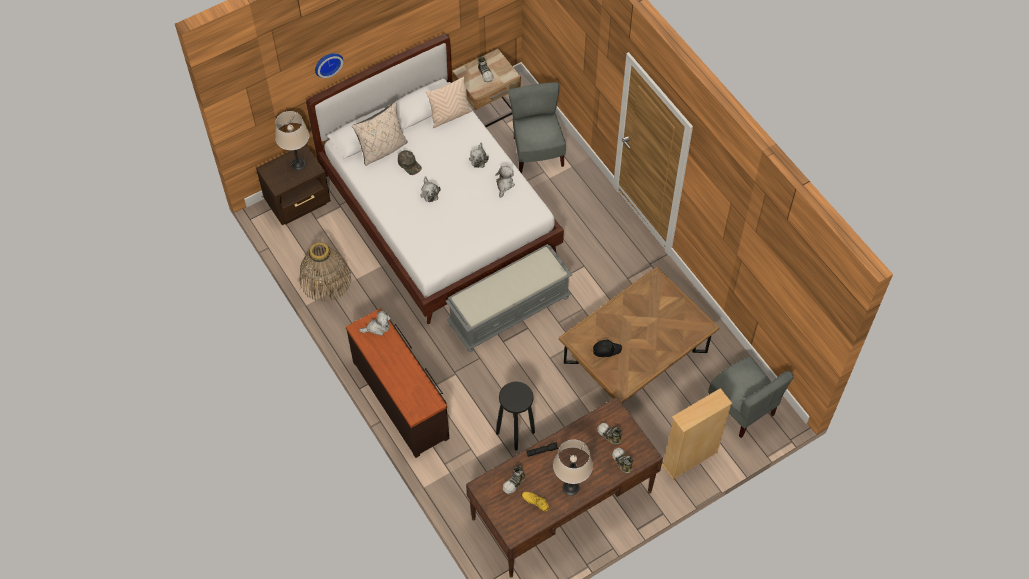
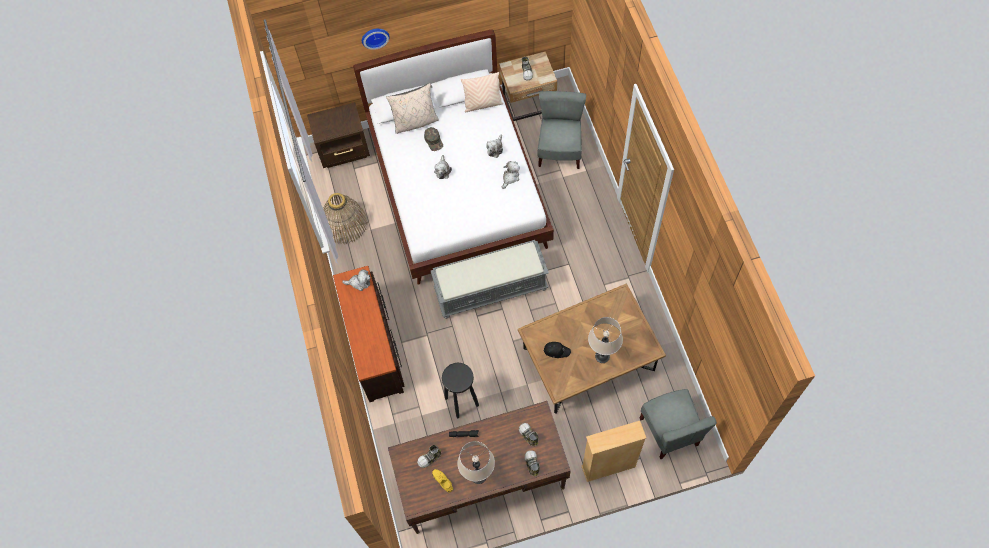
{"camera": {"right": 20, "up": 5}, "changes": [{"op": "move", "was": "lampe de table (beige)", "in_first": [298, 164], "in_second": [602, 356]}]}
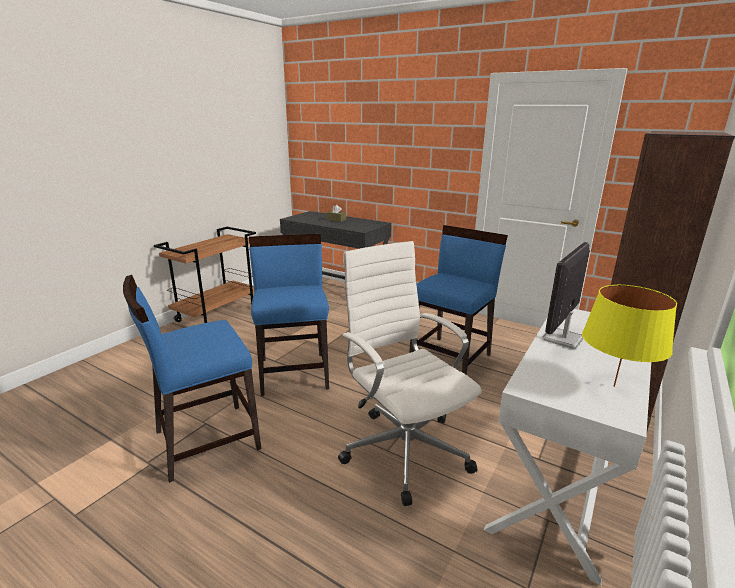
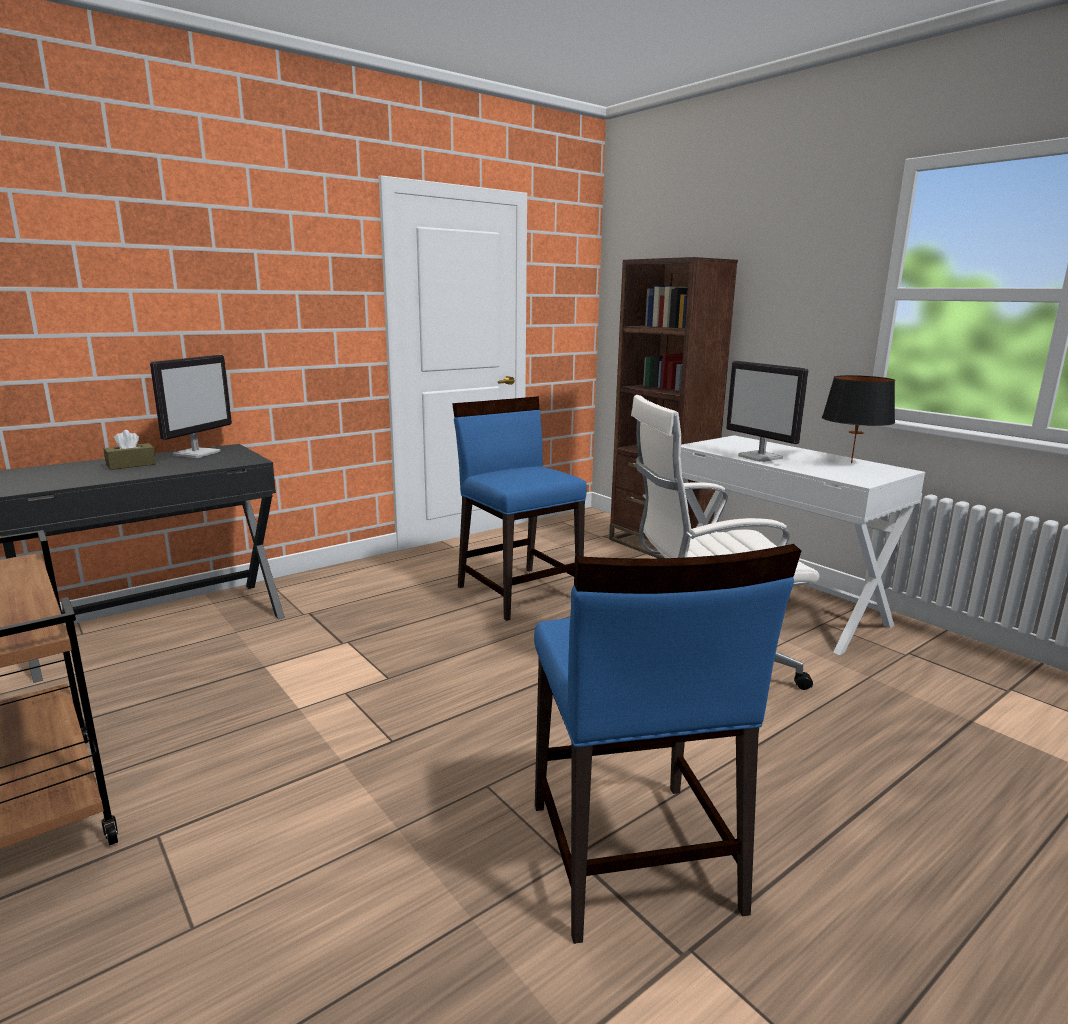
{"camera": {"right": -70, "up": -5}, "changes": [{"op": "delete", "was": "chaise (bleu)", "in_first": [294, 373]}, {"op": "recolor", "was": "lampe de table (jaune)", "now": "lampe de table (noir)", "in_first": [613, 386], "in_second": [851, 463]}, {"op": "insert", "now": "écran d'ordinateur", "in_second": [197, 453]}]}
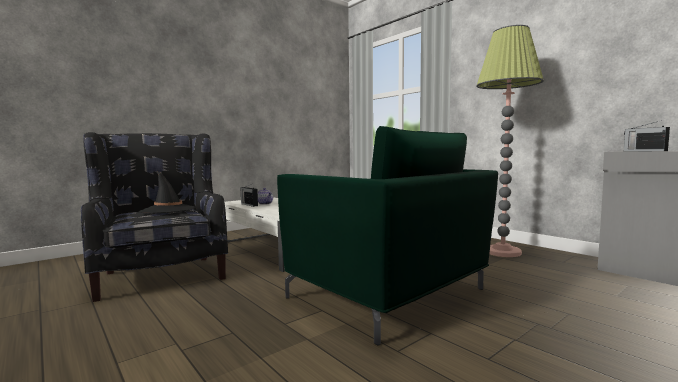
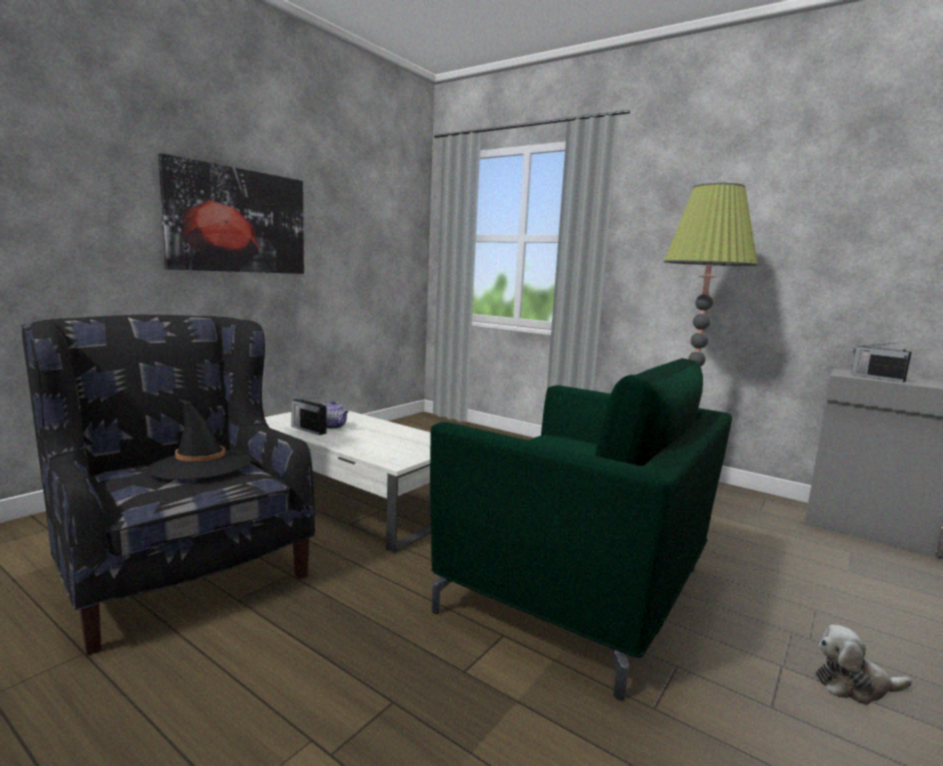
{"camera": {"right": -15, "up": 5}, "changes": [{"op": "insert", "now": "tableau", "in_second": [238, 221]}, {"op": "insert", "now": "peluche", "in_second": [854, 685]}]}
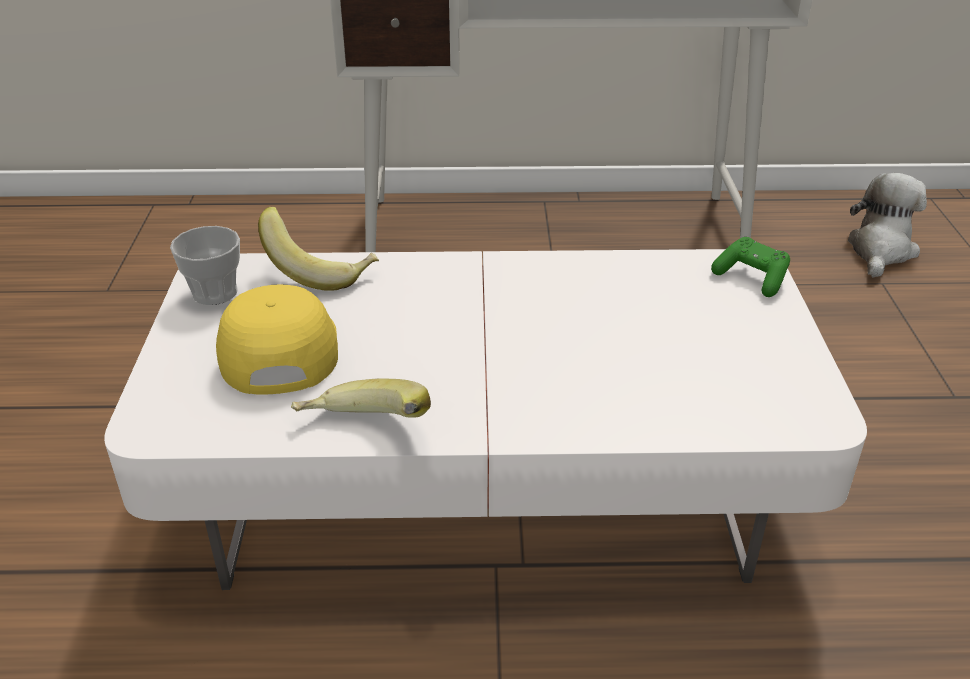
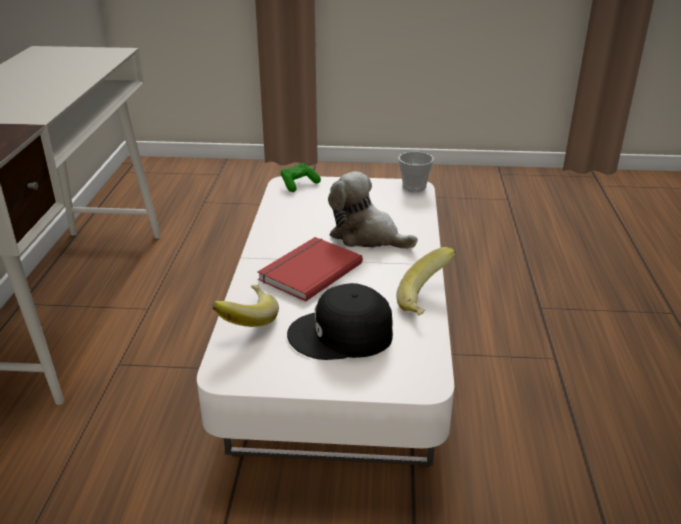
{"camera": {"right": -85, "up": -5}, "changes": [{"op": "move", "was": "tasse", "in_first": [215, 292], "in_second": [414, 186]}, {"op": "recolor", "was": "casquette (jaune)", "now": "casquette (noir)", "in_first": [277, 349], "in_second": [342, 335]}, {"op": "move", "was": "peluche", "in_first": [880, 250], "in_second": [367, 236]}, {"op": "insert", "now": "livre (rouge)", "in_second": [308, 271]}]}
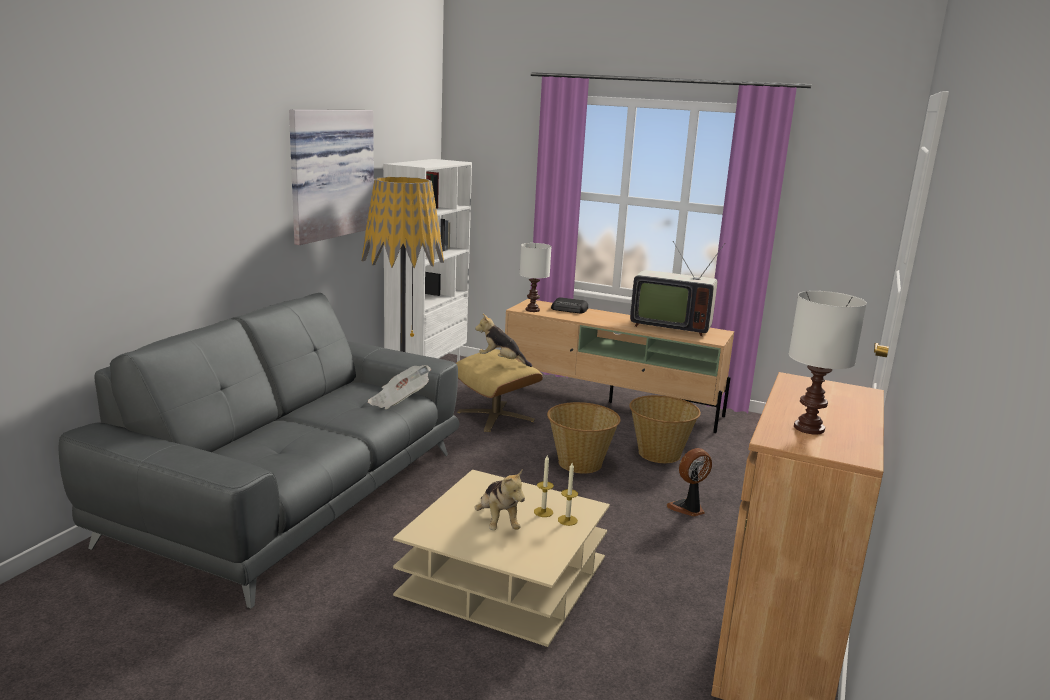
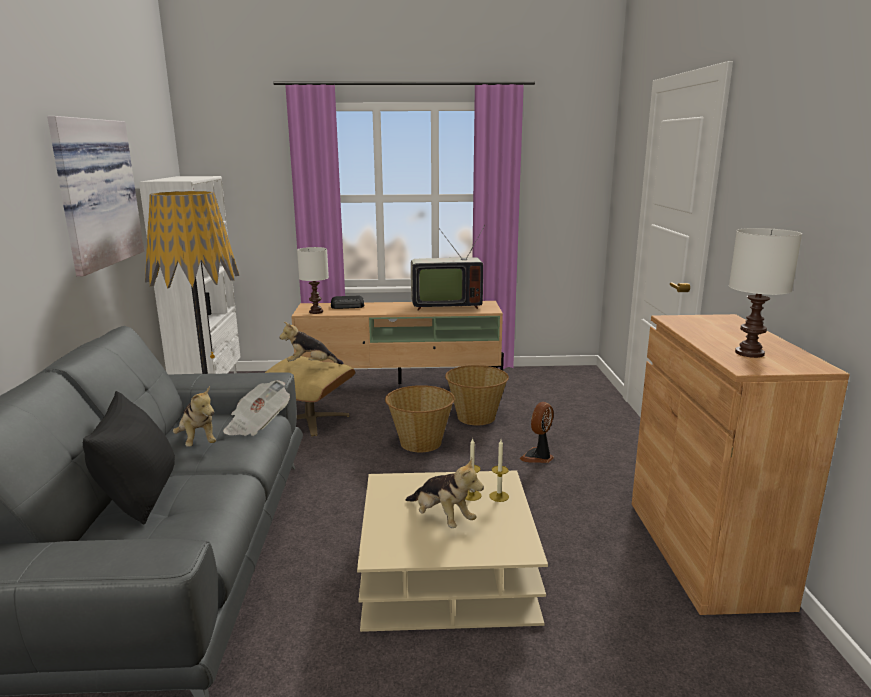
{"camera": {"right": -25, "up": 0}, "changes": [{"op": "insert", "now": "coussin (noir)", "in_second": [139, 497]}, {"op": "insert", "now": "peluche", "in_second": [198, 441]}]}
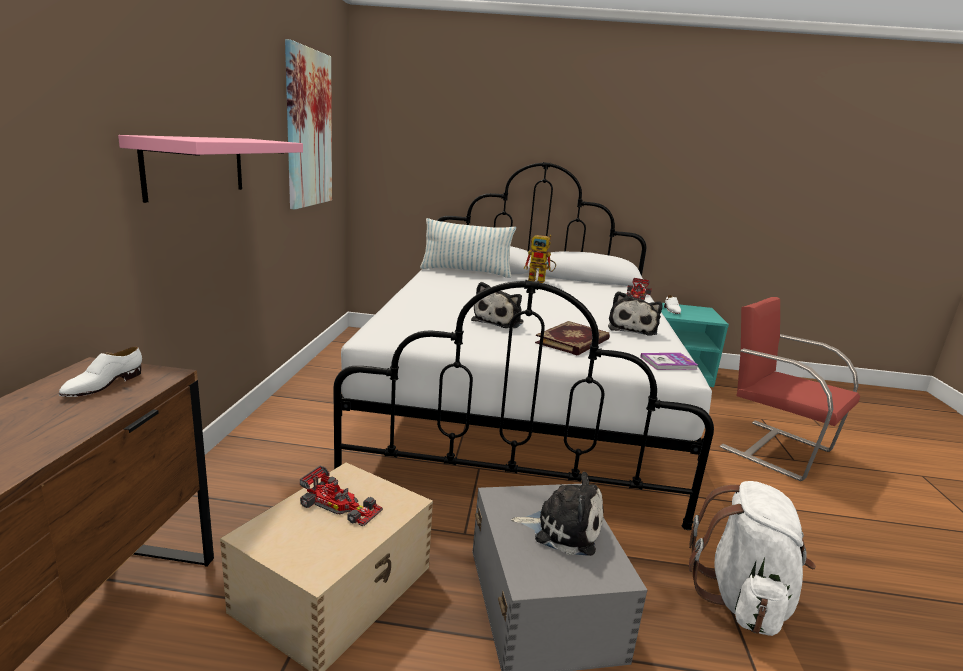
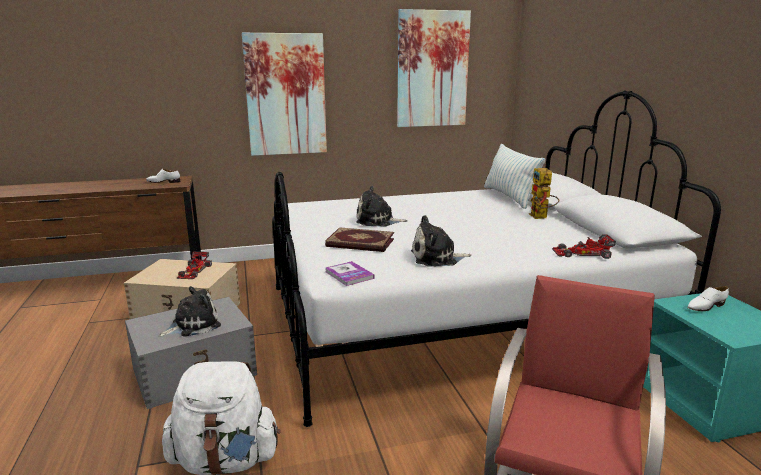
{"camera": {"right": 70, "up": 0}, "changes": [{"op": "replace", "was": "étagère (rose)", "now": "tableau", "in_first": [196, 166], "in_second": [286, 95]}, {"op": "rotate", "was": "peluche", "in_first": [563, 529], "in_second": [193, 325], "clockwise": -120}]}
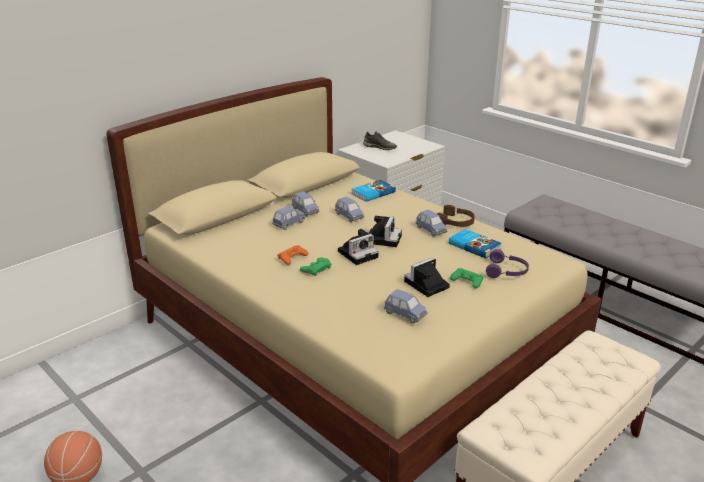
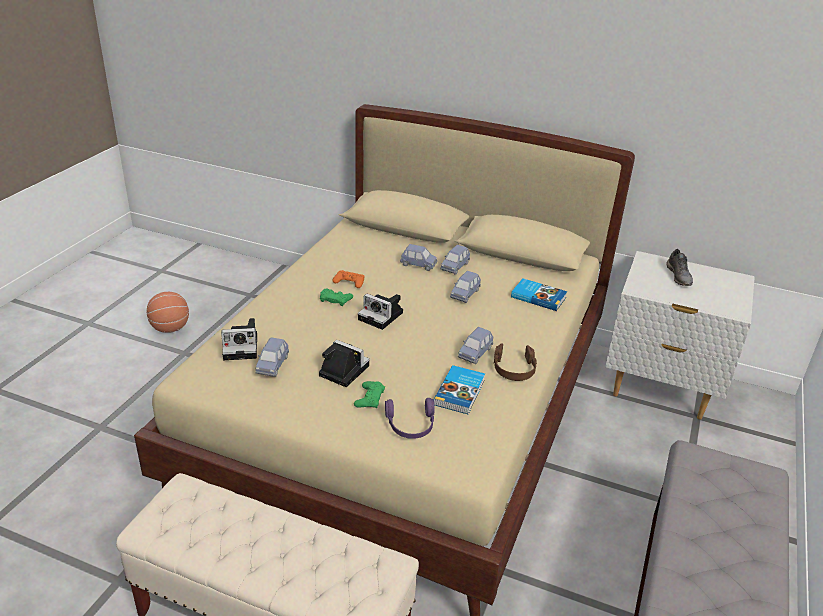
{"camera": {"right": 65, "up": 5}, "changes": [{"op": "move", "was": "appareil photo", "in_first": [383, 238], "in_second": [242, 347]}]}
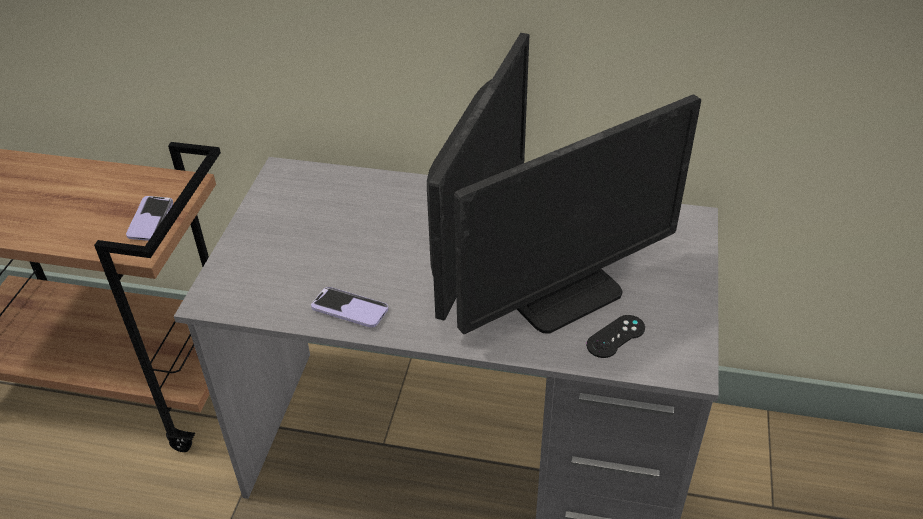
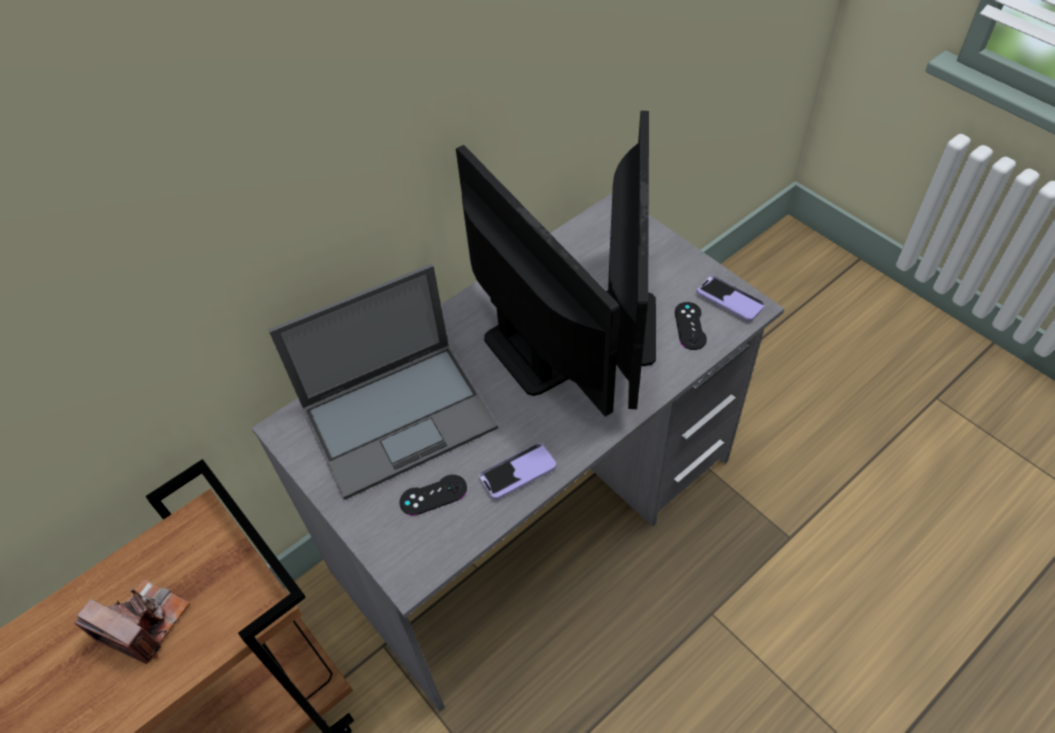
{"camera": {"right": -50, "up": 10}, "changes": [{"op": "move", "was": "téléphone", "in_first": [150, 220], "in_second": [730, 300]}, {"op": "insert", "now": "appareil photo", "in_second": [144, 623]}, {"op": "insert", "now": "ordinateur portable", "in_second": [400, 416]}, {"op": "insert", "now": "manette (noir)", "in_second": [433, 495]}]}
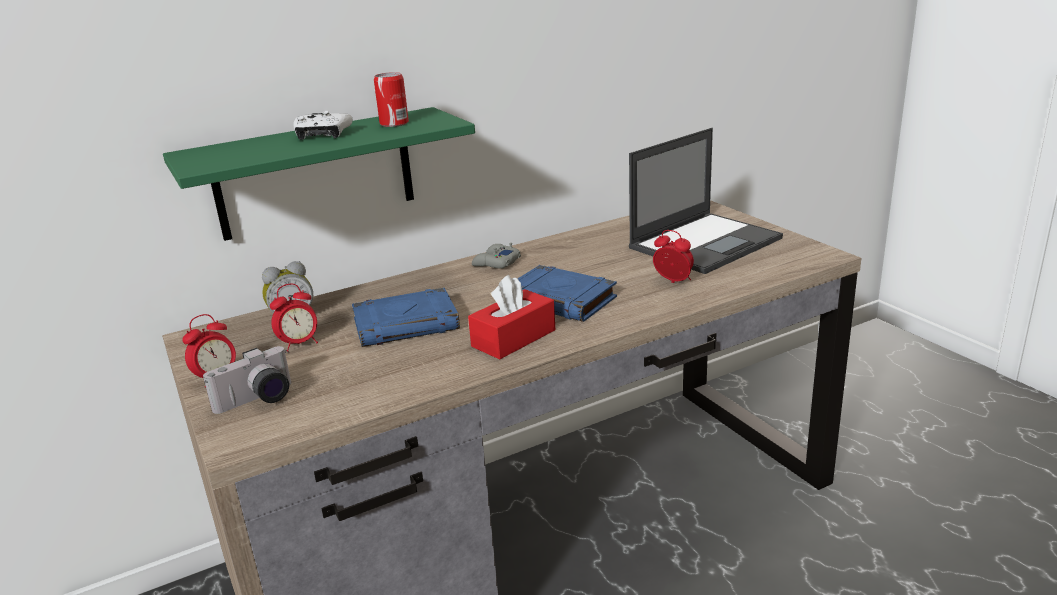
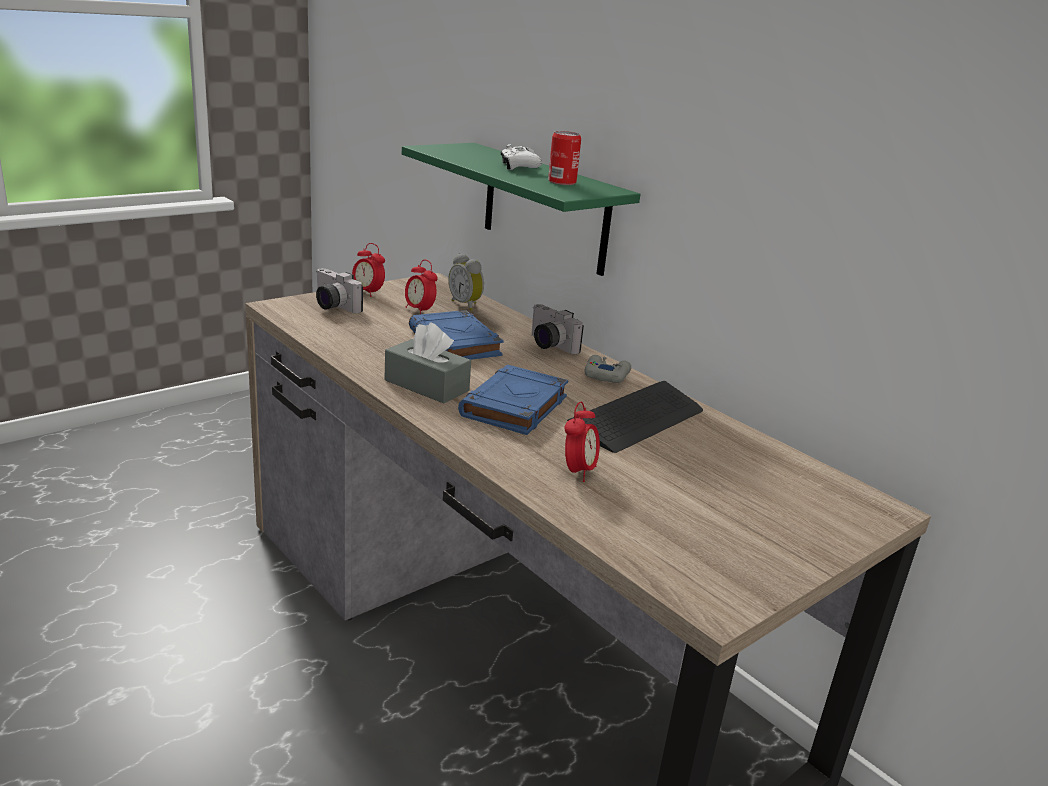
{"camera": {"right": 75, "up": 0}, "changes": [{"op": "recolor", "was": "boîte à mouchoirs (rouge)", "now": "boîte à mouchoirs (gris)", "in_first": [513, 338], "in_second": [426, 385]}, {"op": "delete", "was": "ordinateur portable", "in_first": [706, 242]}, {"op": "insert", "now": "appareil photo", "in_second": [548, 345]}, {"op": "insert", "now": "clavier", "in_second": [637, 419]}]}
